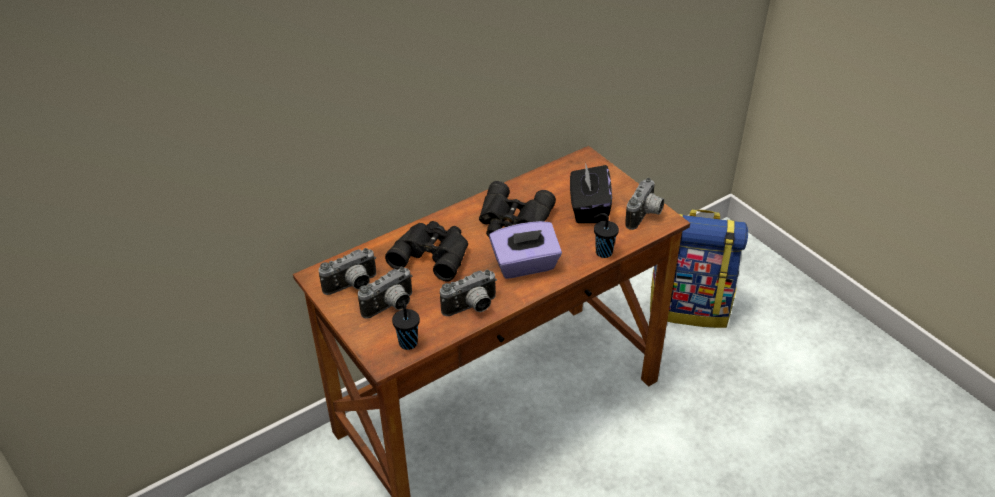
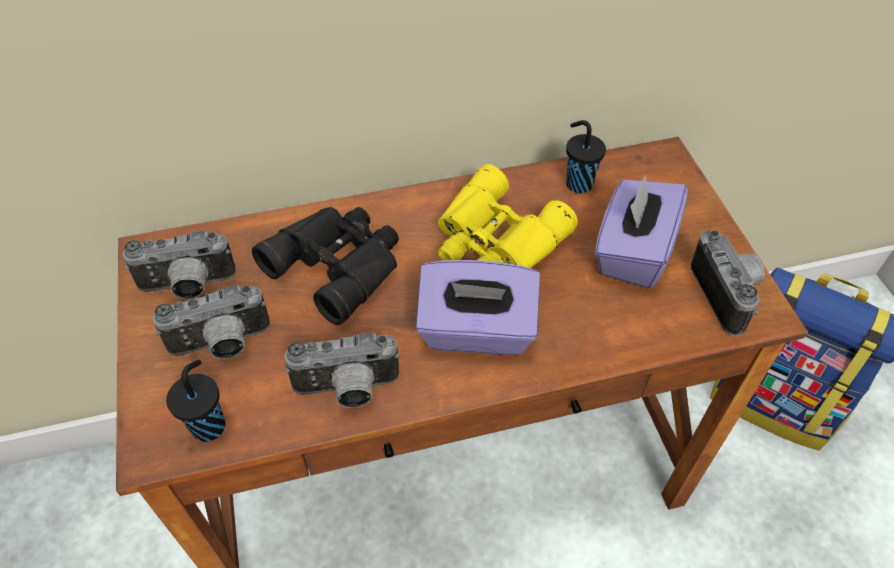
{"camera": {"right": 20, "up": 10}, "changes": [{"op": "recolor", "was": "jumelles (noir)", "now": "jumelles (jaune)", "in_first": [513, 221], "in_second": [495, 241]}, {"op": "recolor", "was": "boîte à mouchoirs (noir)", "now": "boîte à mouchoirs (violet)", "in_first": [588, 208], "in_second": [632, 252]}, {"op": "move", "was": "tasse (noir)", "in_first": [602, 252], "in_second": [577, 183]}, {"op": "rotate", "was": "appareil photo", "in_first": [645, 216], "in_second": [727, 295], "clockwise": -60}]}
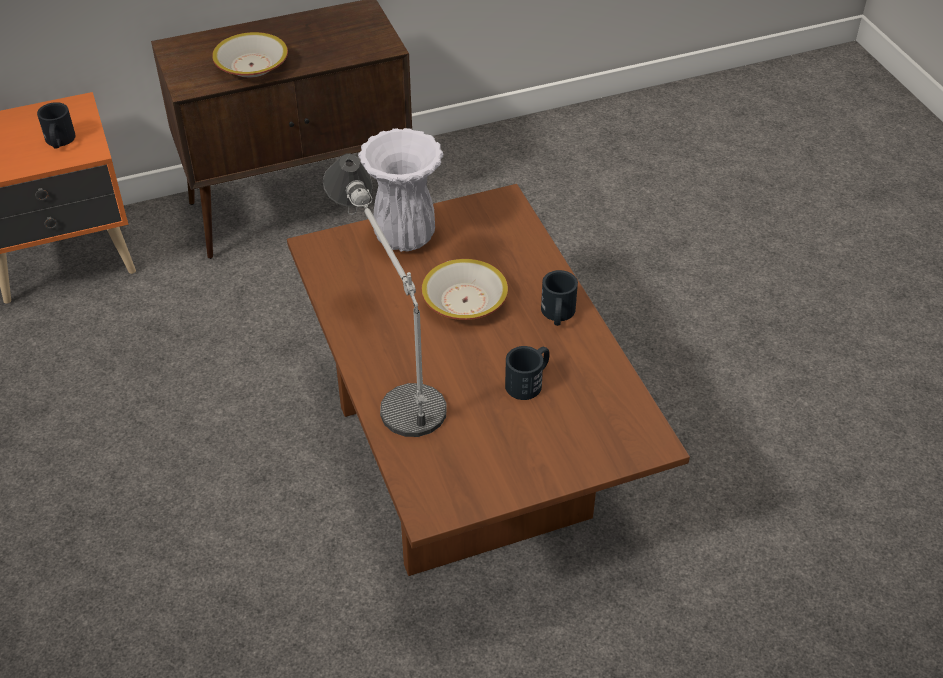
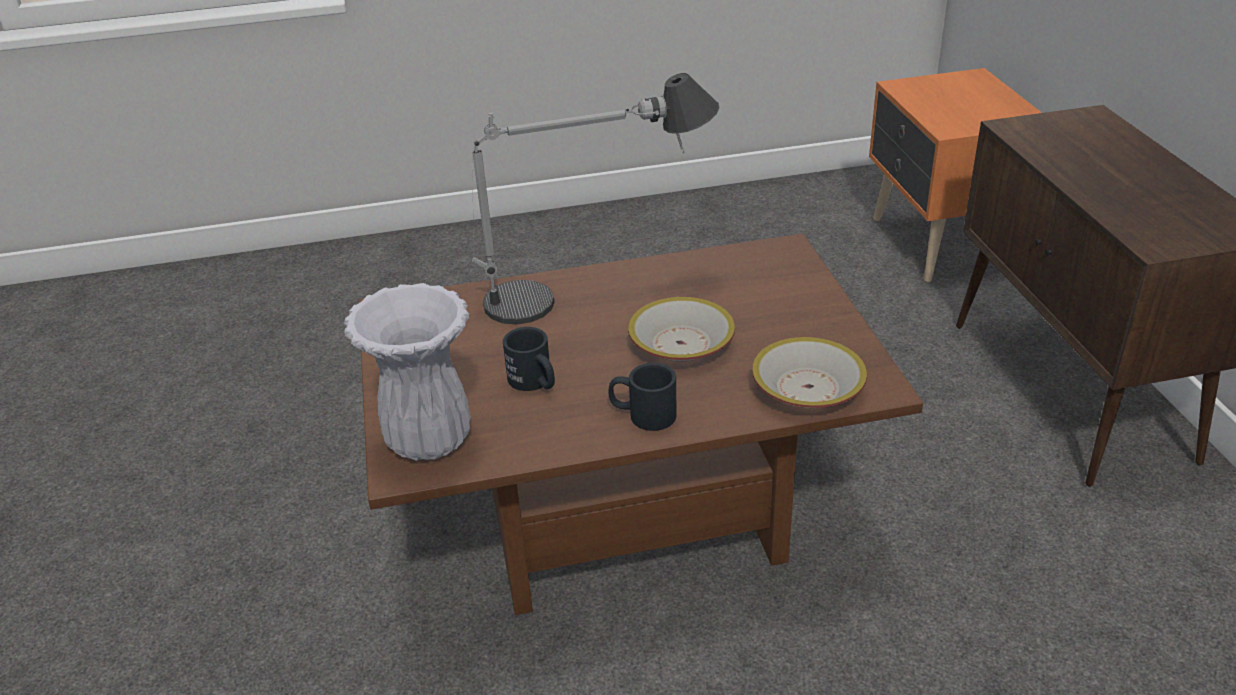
{"camera": {"right": 100, "up": -10}, "changes": [{"op": "delete", "was": "mug (noir)", "in_first": [59, 142]}, {"op": "move", "was": "bol", "in_first": [251, 66], "in_second": [808, 388]}, {"op": "move", "was": "vase (blanc)", "in_first": [405, 238], "in_second": [427, 441]}]}
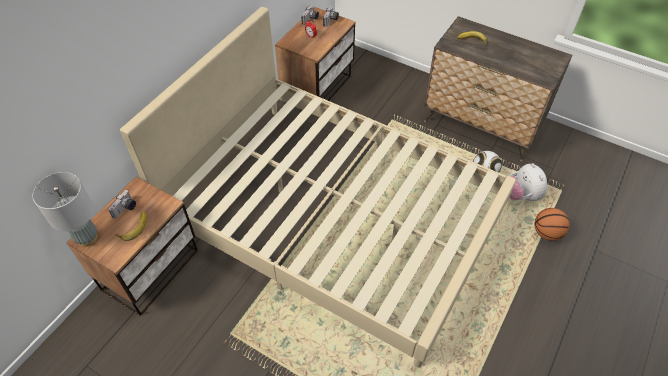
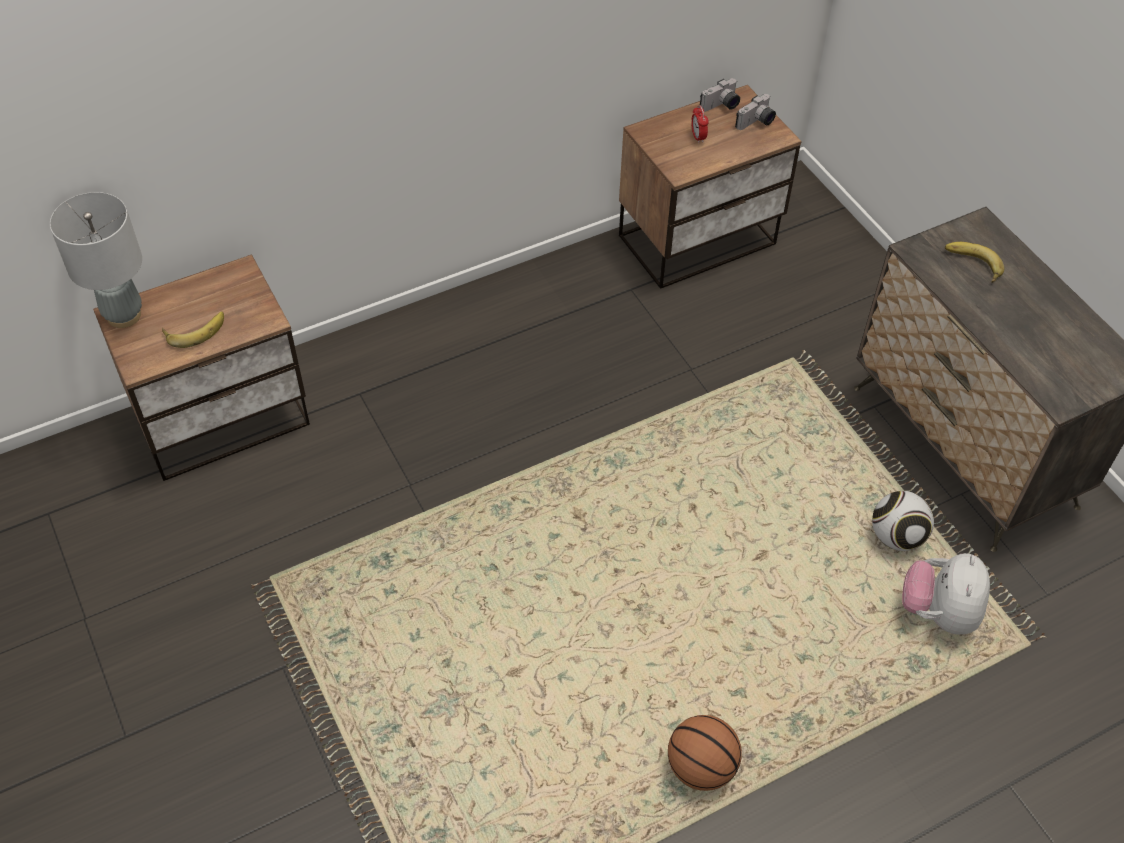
{"camera": {"right": 30, "up": 0}, "changes": [{"op": "delete", "was": "appareil photo", "in_first": [126, 209]}, {"op": "delete", "was": "lit (beige)", "in_first": [333, 217]}, {"op": "move", "was": "ballon de basket", "in_first": [547, 233], "in_second": [700, 767]}]}
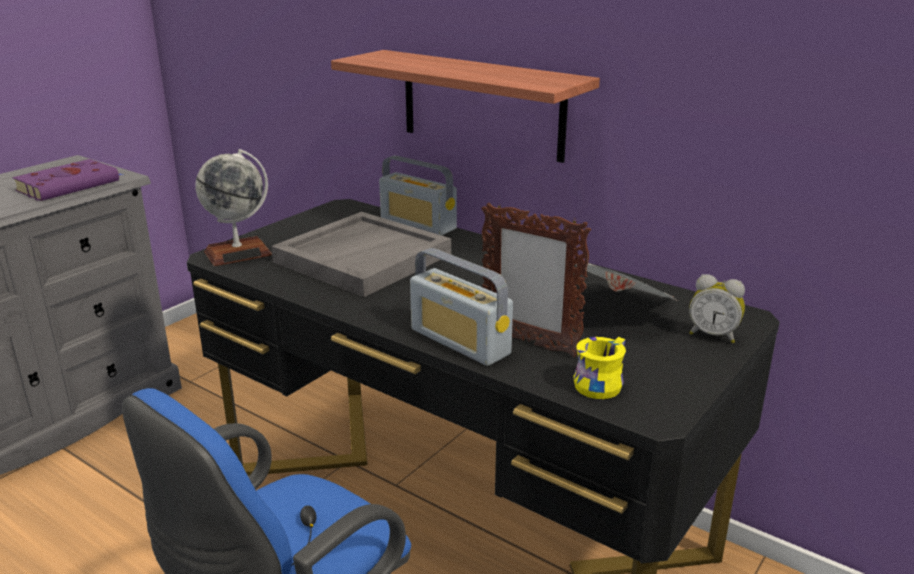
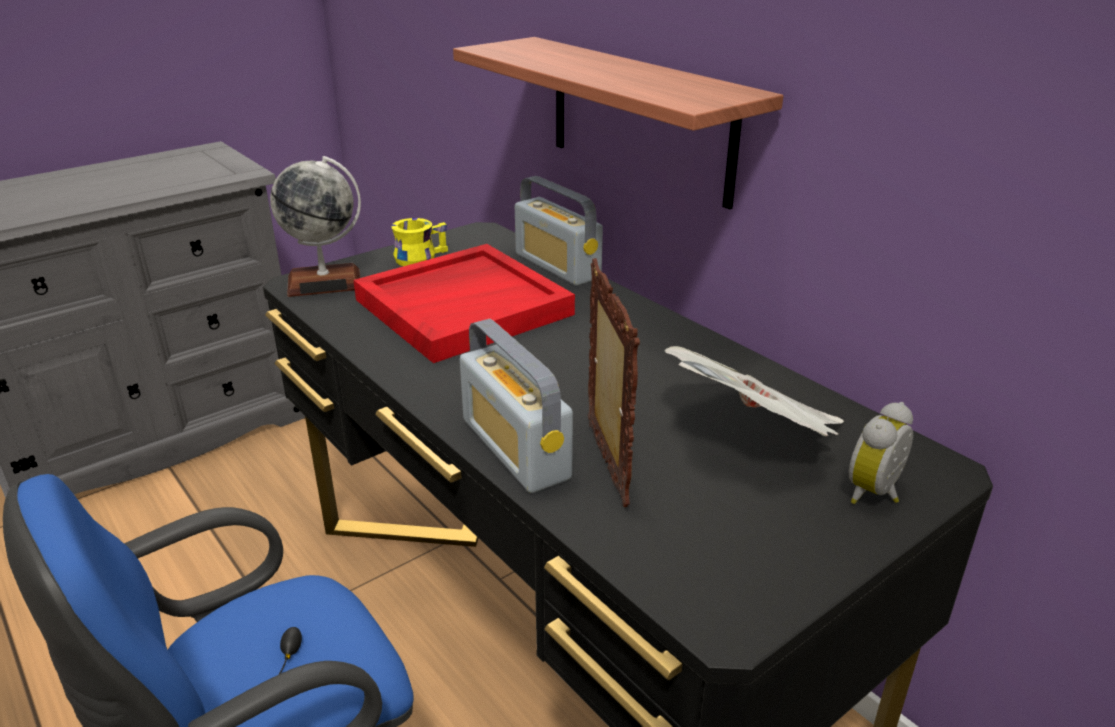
{"camera": {"right": 15, "up": 5}, "changes": [{"op": "delete", "was": "livre (violet)", "in_first": [71, 185]}, {"op": "recolor", "was": "plateau (gris)", "now": "plateau (rouge)", "in_first": [363, 257], "in_second": [464, 306]}, {"op": "rotate", "was": "cadre photo", "in_first": [529, 342], "in_second": [606, 464], "clockwise": -150}, {"op": "move", "was": "mug (jaune)", "in_first": [598, 382], "in_second": [419, 257]}, {"op": "rotate", "was": "réveil", "in_first": [713, 335], "in_second": [877, 494], "clockwise": 90}]}
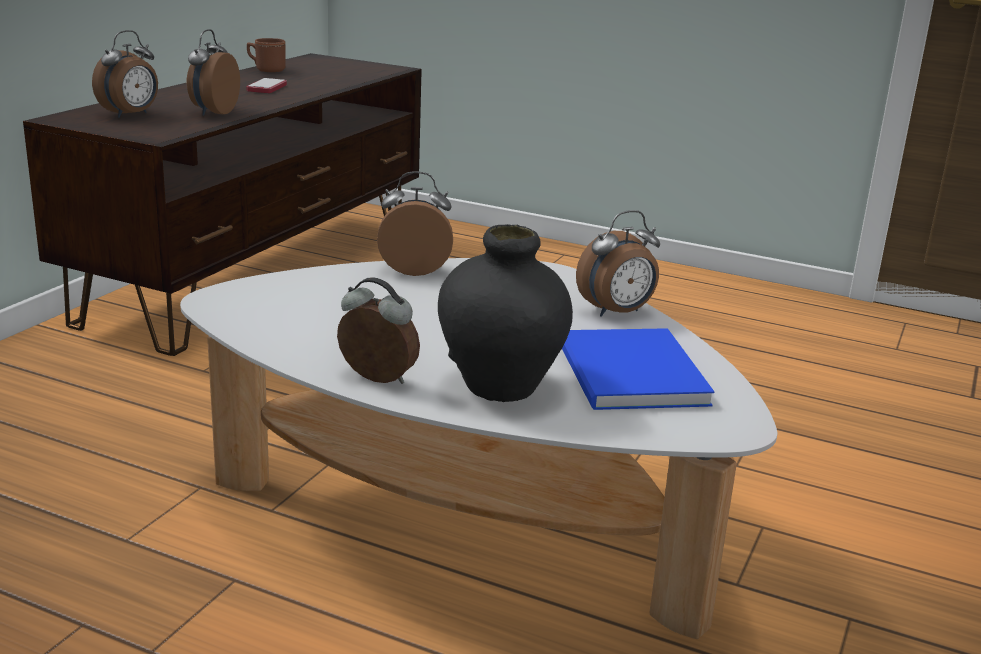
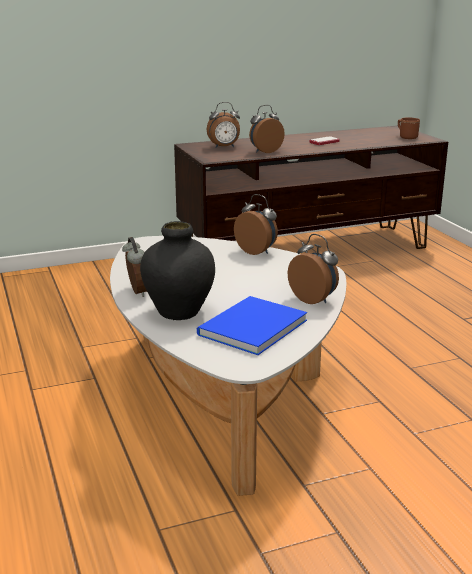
{"camera": {"right": 45, "up": 0}, "changes": [{"op": "move", "was": "mug (marron)", "in_first": [266, 69], "in_second": [406, 137]}, {"op": "rotate", "was": "réveil", "in_first": [617, 312], "in_second": [314, 299], "clockwise": -150}]}
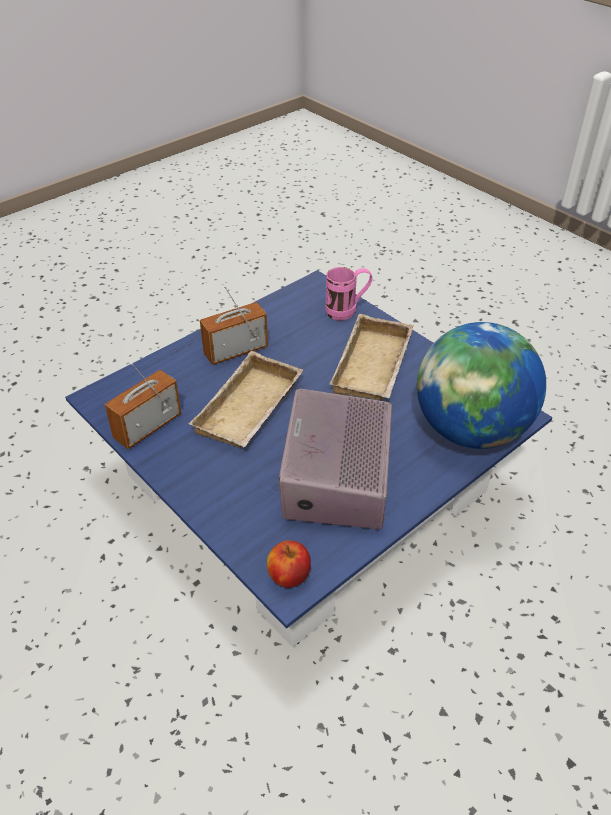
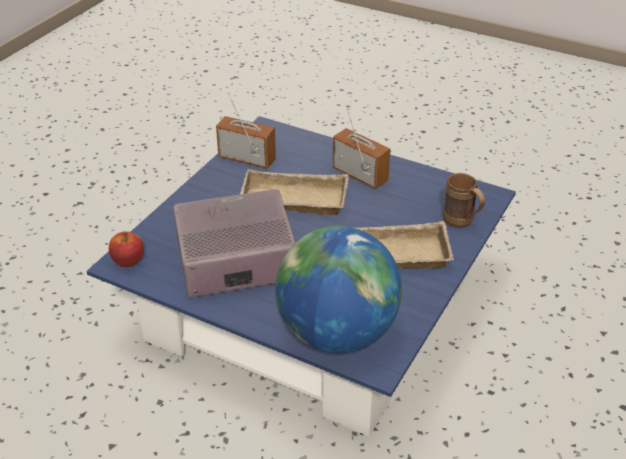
{"camera": {"right": 70, "up": -5}, "changes": [{"op": "recolor", "was": "mug (rose)", "now": "mug (marron)", "in_first": [347, 311], "in_second": [462, 223]}]}
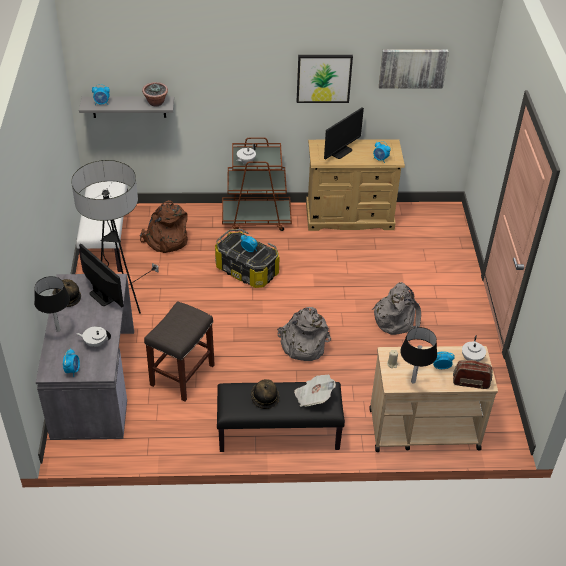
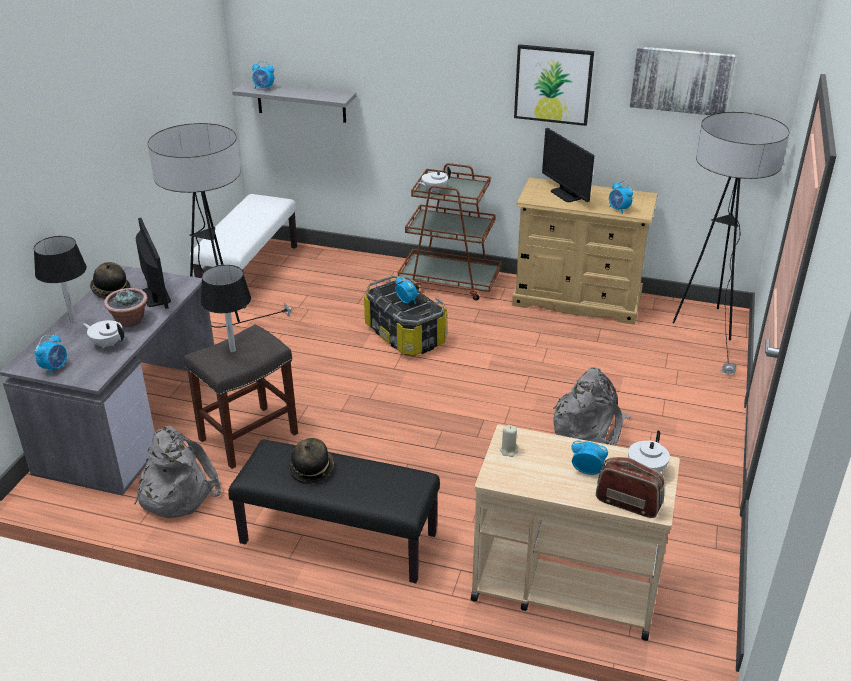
{"camera": {"right": 20, "up": -10}, "changes": [{"op": "delete", "was": "sac à dos (marron)", "in_first": [165, 240]}, {"op": "move", "was": "plante en pot", "in_first": [156, 103], "in_second": [130, 321]}, {"op": "move", "was": "sac à dos (gris)", "in_first": [302, 344], "in_second": [176, 492]}, {"op": "delete", "was": "journal", "in_first": [313, 397]}, {"op": "rotate", "was": "écran d'ordinateur", "in_first": [340, 151], "in_second": [566, 194], "clockwise": 90}, {"op": "move", "was": "lampe de table (noir)", "in_first": [413, 381], "in_second": [233, 350]}, {"op": "insert", "now": "lampadaire", "in_second": [707, 330]}]}
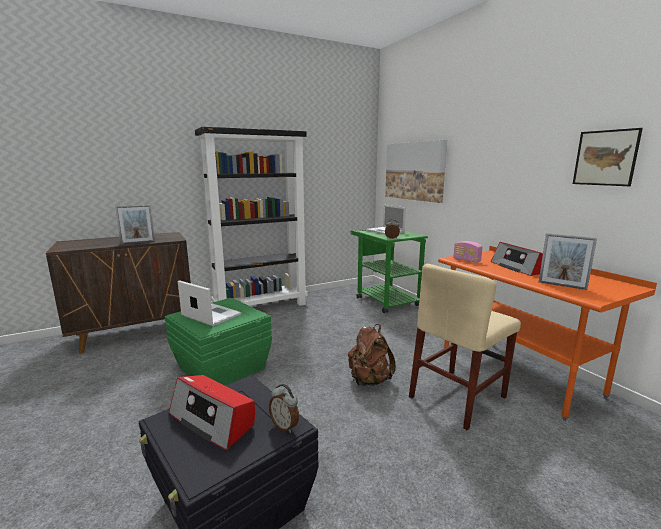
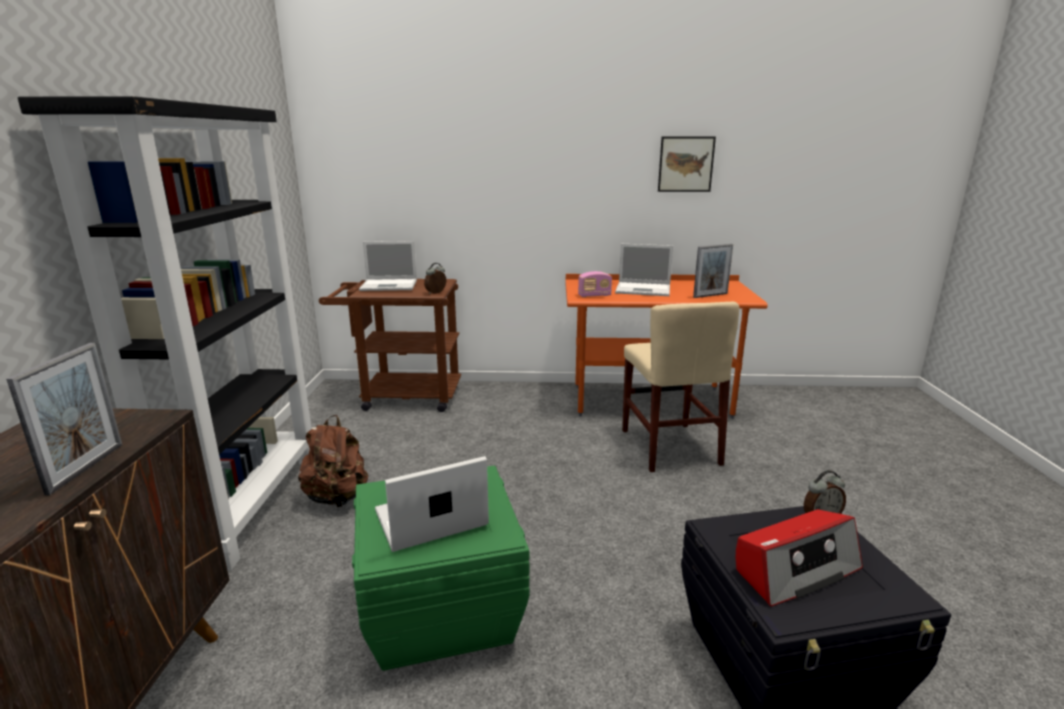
{"camera": {"right": -60, "up": 5}, "changes": [{"op": "move", "was": "sac à dos (marron)", "in_first": [369, 380], "in_second": [337, 497]}, {"op": "recolor", "was": "chariot (vert)", "now": "chariot (marron)", "in_first": [384, 299], "in_second": [402, 396]}, {"op": "delete", "was": "tableau", "in_first": [414, 171]}, {"op": "replace", "was": "radio", "now": "ordinateur portable", "in_first": [519, 268], "in_second": [644, 290]}]}
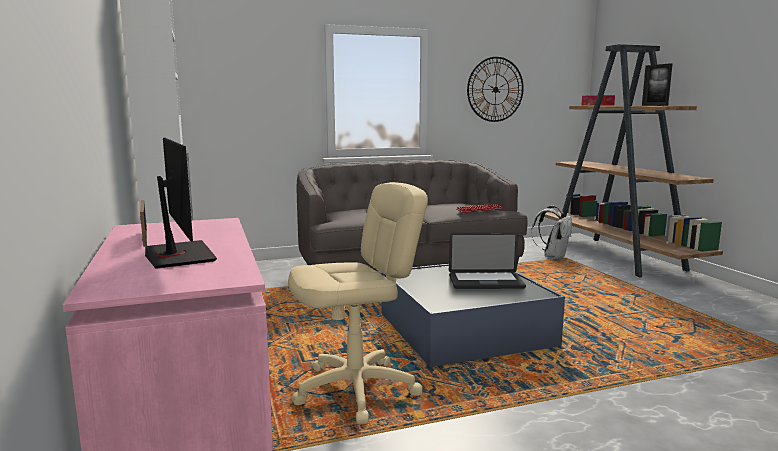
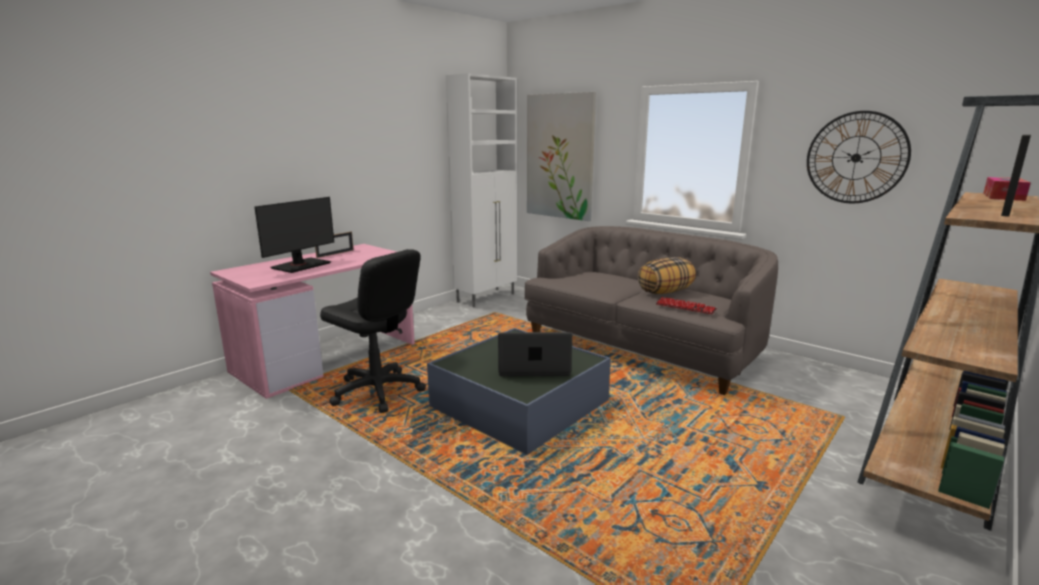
{"camera": {"right": 60, "up": 5}, "changes": [{"op": "recolor", "was": "chaise de bureau (beige)", "now": "chaise de bureau (noir)", "in_first": [356, 390], "in_second": [377, 391]}, {"op": "rotate", "was": "ordinateur portable", "in_first": [486, 282], "in_second": [534, 368], "clockwise": 120}, {"op": "delete", "was": "sac à dos (blanc)", "in_first": [553, 257]}, {"op": "insert", "now": "tableau", "in_second": [559, 157]}, {"op": "insert", "now": "coussin", "in_second": [665, 292]}]}
